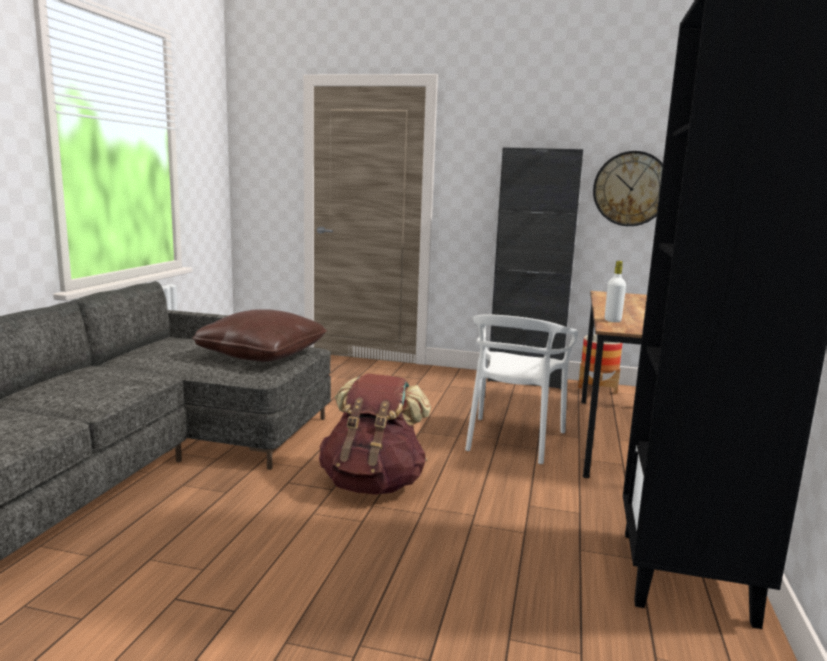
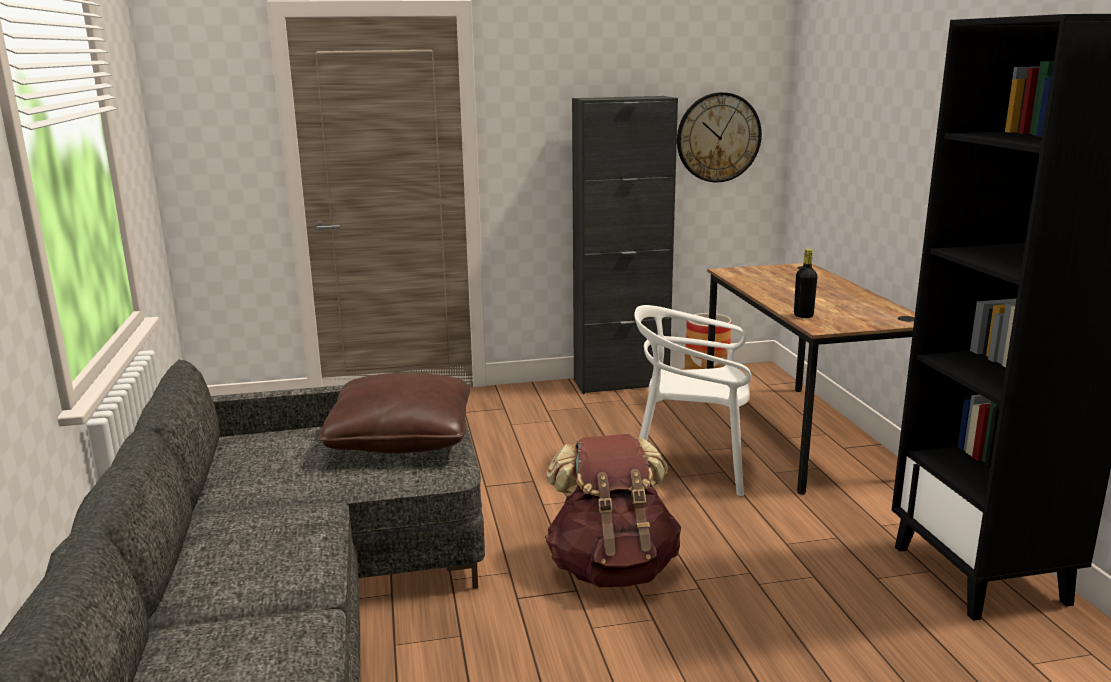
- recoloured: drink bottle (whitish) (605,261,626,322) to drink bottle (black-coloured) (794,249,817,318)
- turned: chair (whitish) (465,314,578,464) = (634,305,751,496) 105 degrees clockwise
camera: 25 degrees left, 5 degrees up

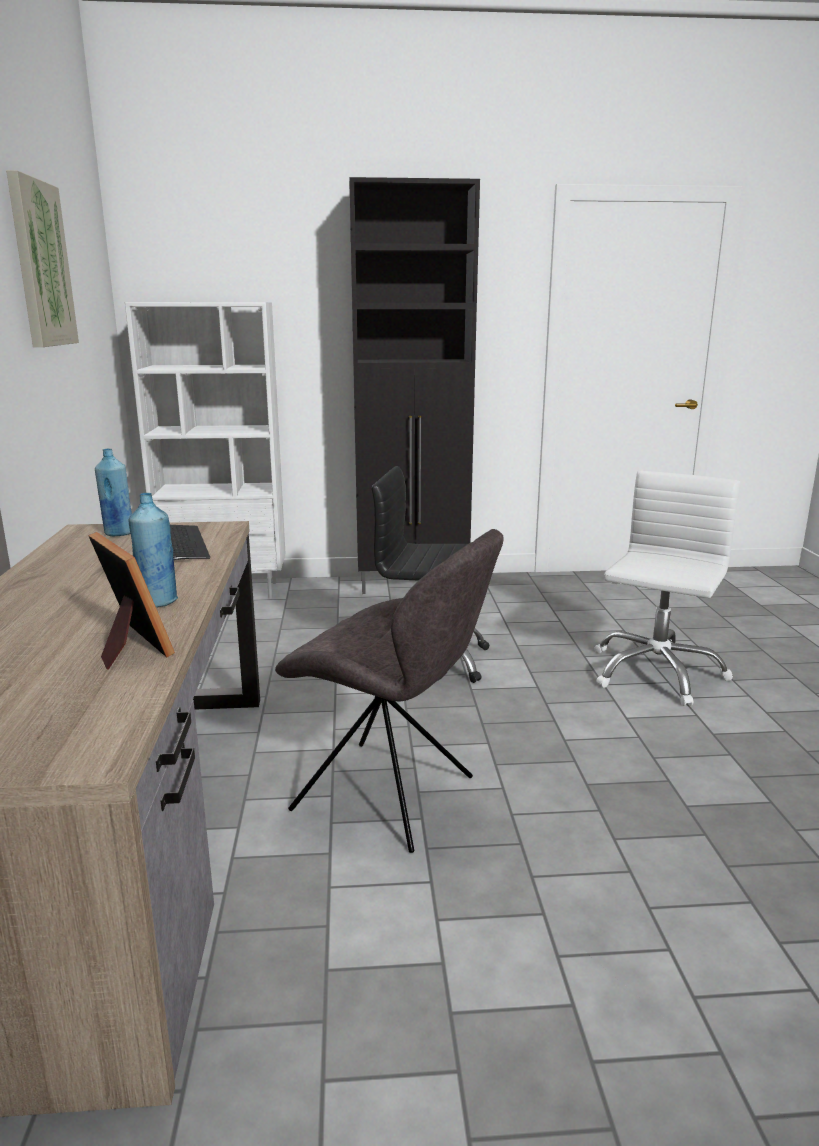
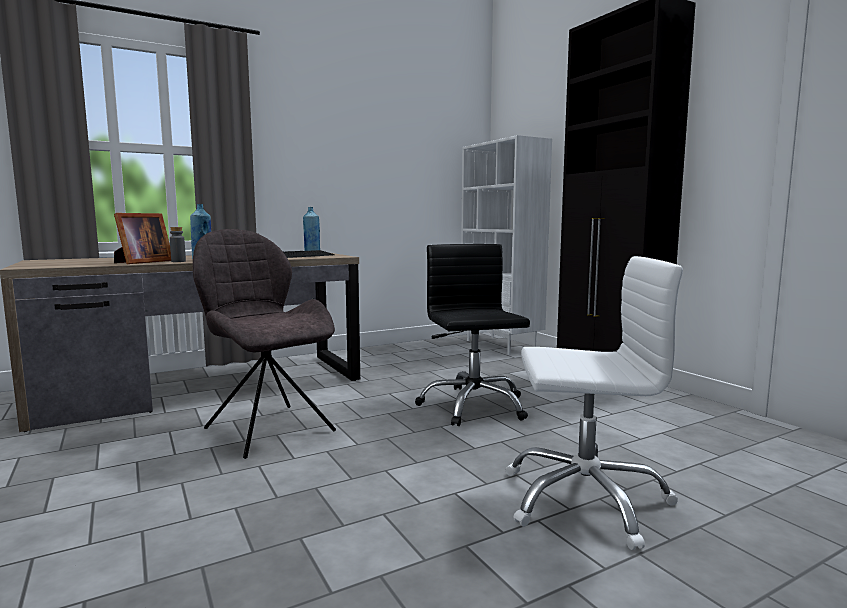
- removed: wall art (6,170,79,347)
- turned: chair (greyish) (275,529,504,853) = (193,229,336,459) 135 degrees clockwise
- added: drink bottle (greyish) (170,227,186,262)
camera: 65 degrees right, 10 degrees down

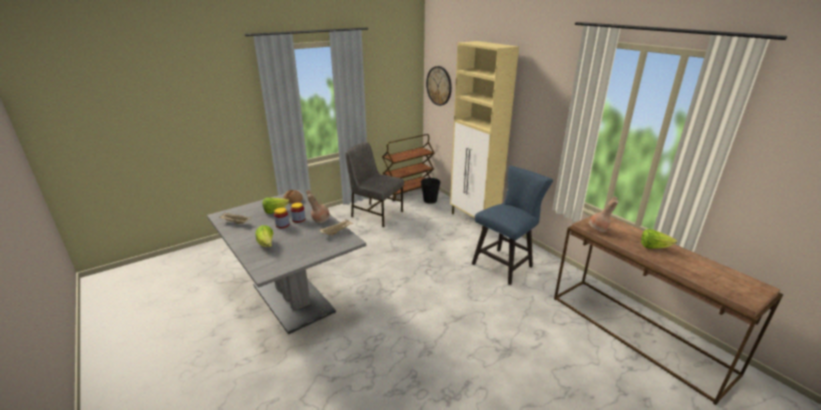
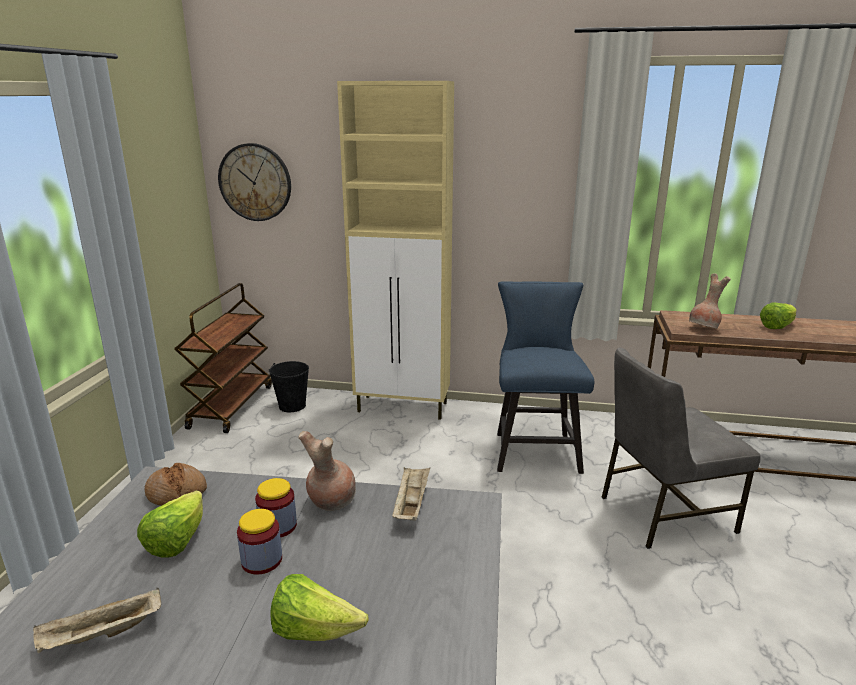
- moved: chair (greyish) (345,142,404,227) to (602,348,761,549)
camera: 45 degrees left, 5 degrees down

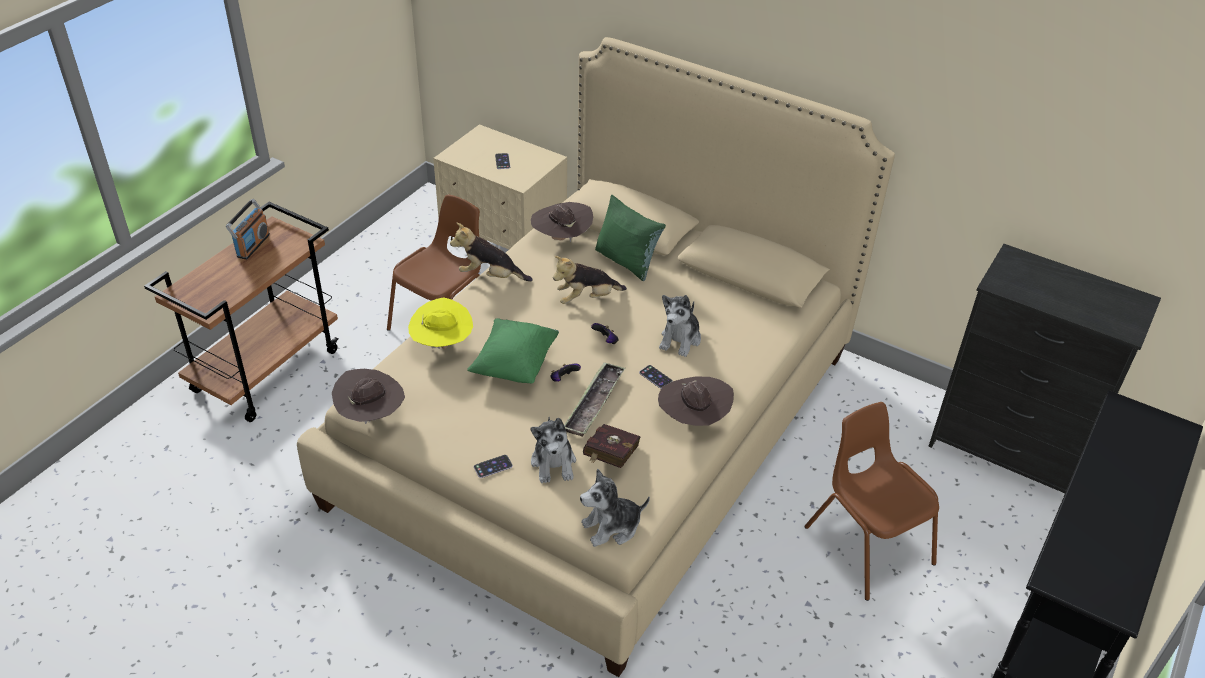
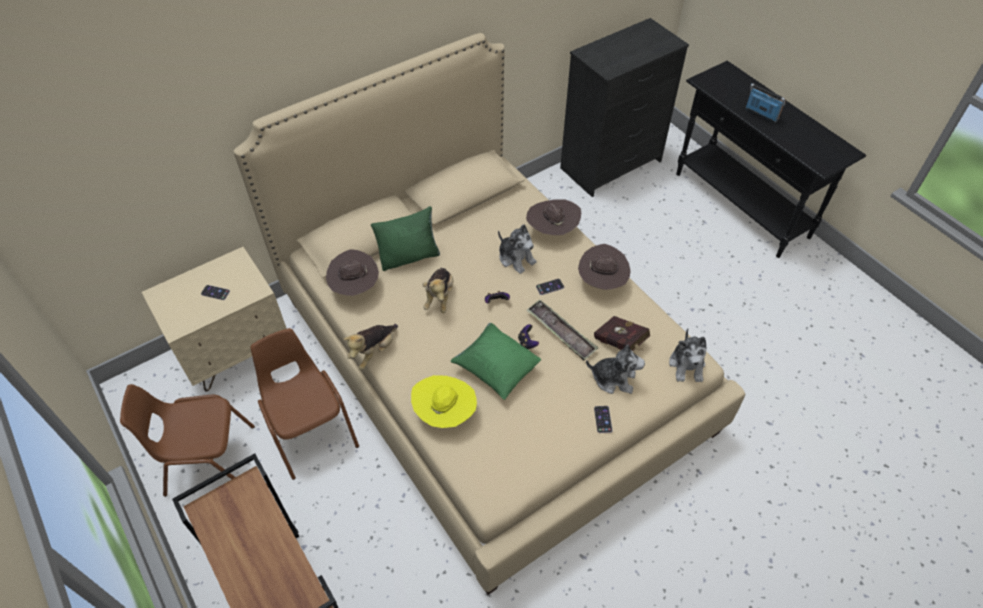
- moved: radio set (226,199,270,260) to (745,83,785,123)
- moved: clothing hat (brown) (332,369,405,424) to (526,199,581,235)
- moved: chair (brown) (805,402,939,601) to (120,384,255,497)
camera: 65 degrees left, 10 degrees up

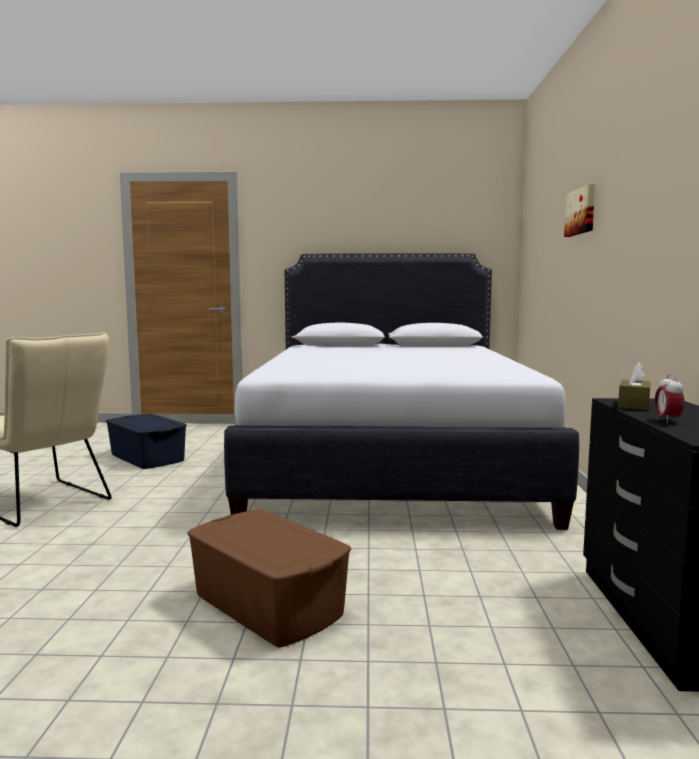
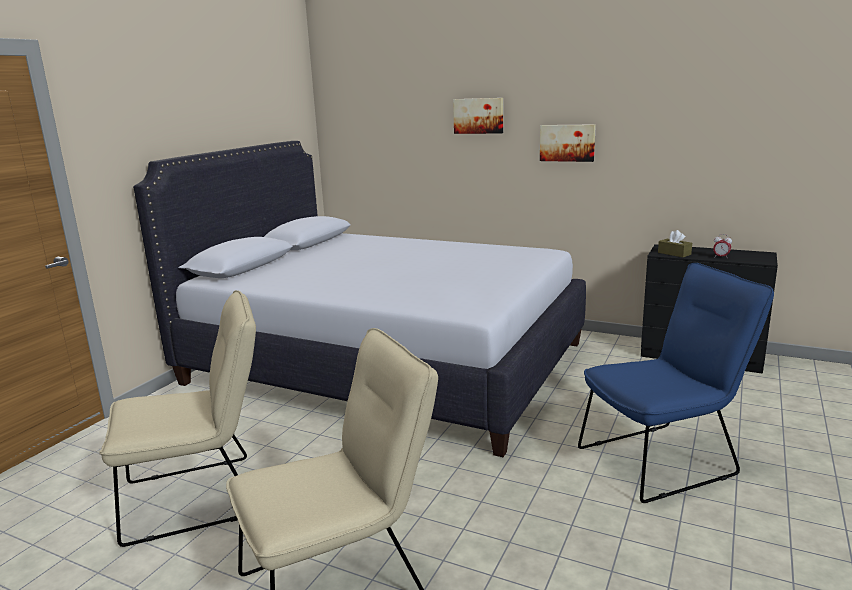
- replaced: storage container (blue-coloured) (106,414,187,469) to chair (sand-coloured) (99,290,256,547)
- replaced: storage container (brown) (187,509,351,647) to chair (blue-coloured) (578,263,774,503)
- added: wall art (540,124,596,162)
camera: 65 degrees left, 10 degrees up

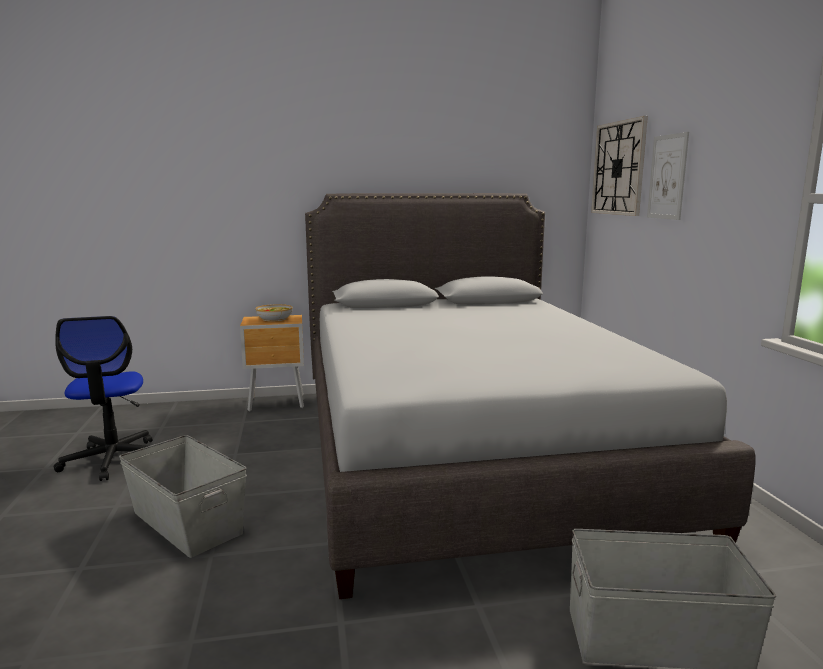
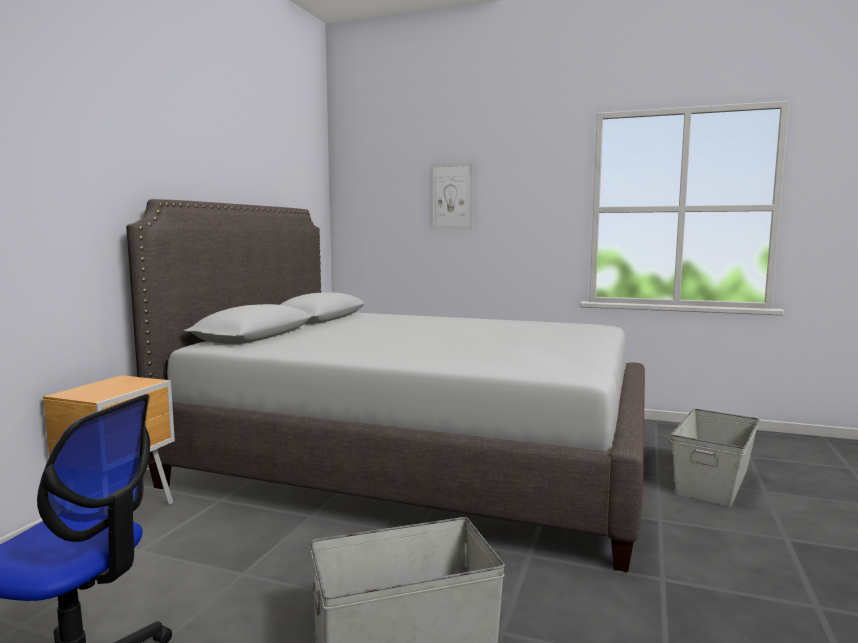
- removed: hanging clock (591,116,648,216)
- removed: deep dish (256,304,293,321)
camera: 60 degrees left, 5 degrees down

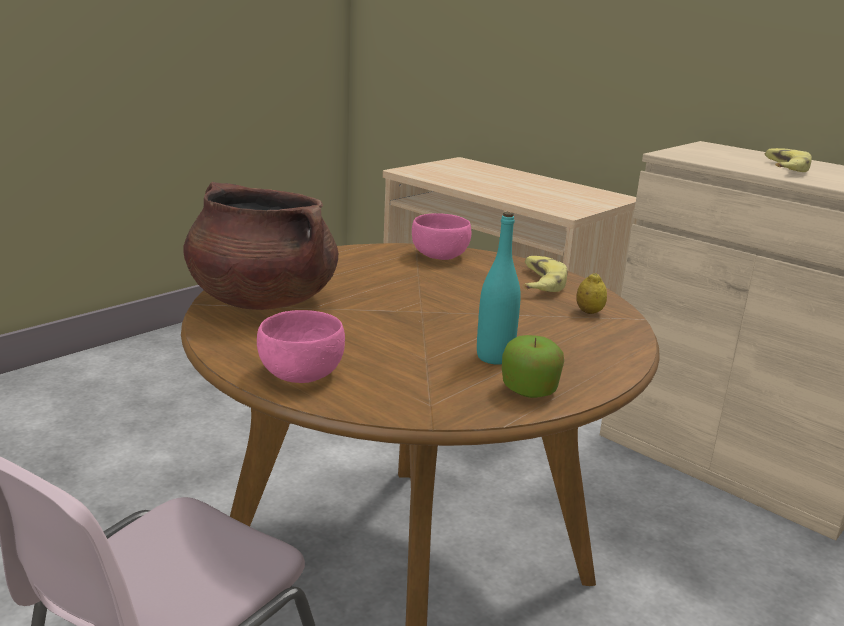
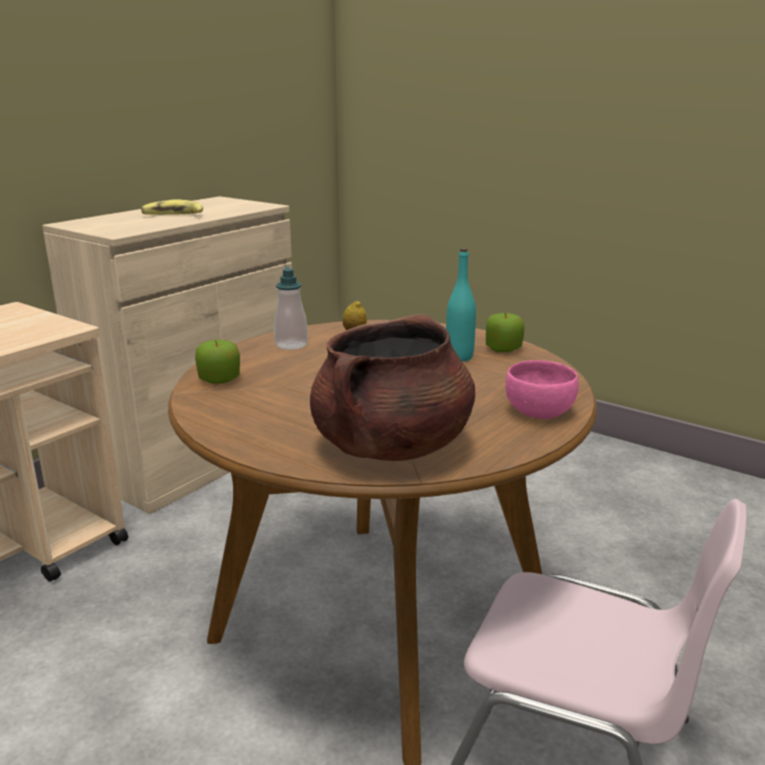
- replaced: deep dish (pink-coloured) (412,213,472,260) to whole apple (195,340,240,384)
- replaced: banana fruit (523,256,568,292) to liquid soap bottle (274,266,308,350)
camera: 95 degrees left, 0 degrees up

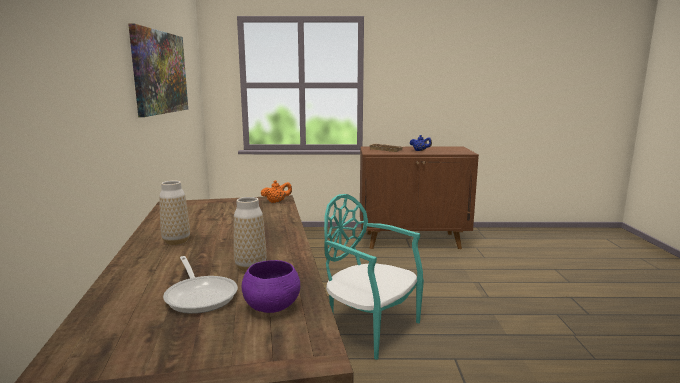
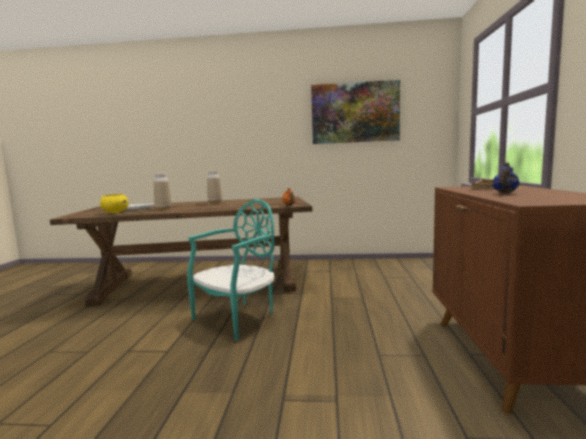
- recoloured: deep dish (purple) (242,260,300,313) to deep dish (yellow) (100,194,129,213)
camera: 95 degrees right, 5 degrees down

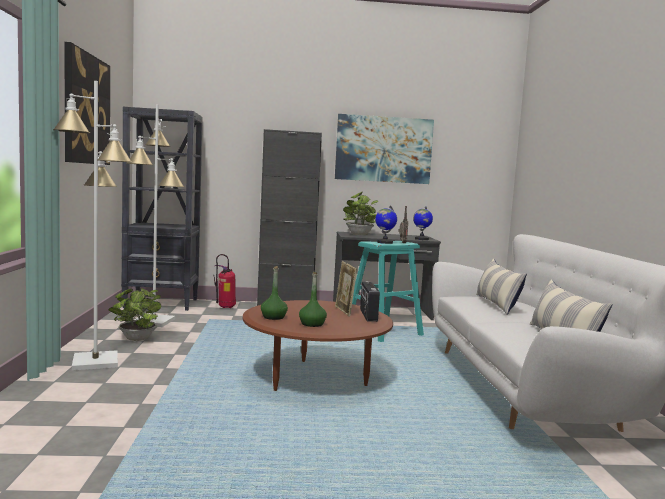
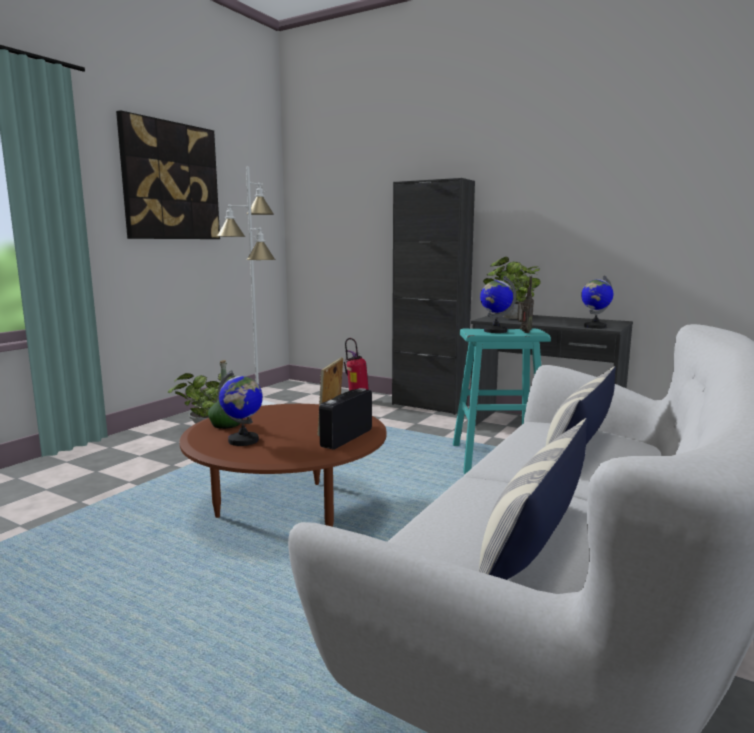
- removed: floor lamp (whitish) (53,81,132,371)
- removed: bookshelf (black-coloured) (121,107,203,311)
- removed: wall art (335,114,434,184)
- replaced: drink bottle (greenish) (299,272,327,327) to desk globe (218,370,263,446)
camera: 35 degrees right, 5 degrees up

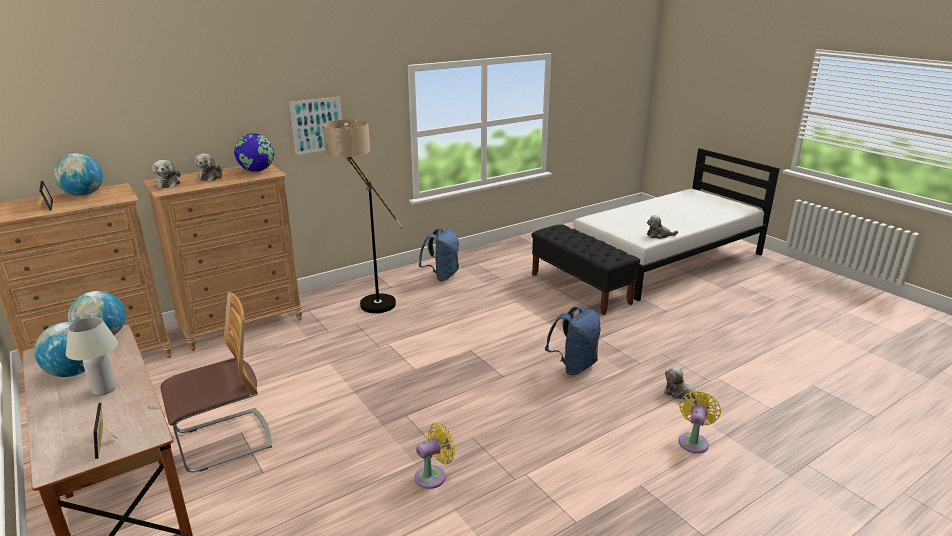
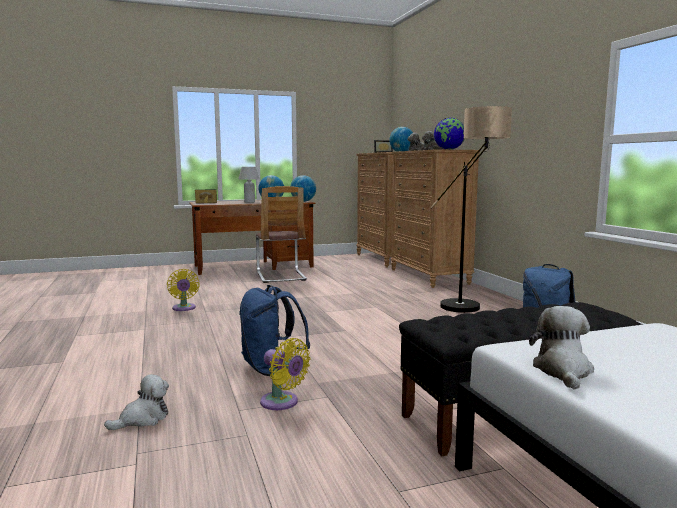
- removed: wall art (289,97,342,155)
- moved: fan (yellow) (678,391,721,453) to (260,338,310,410)
camera: 105 degrees right, 15 degrees down

